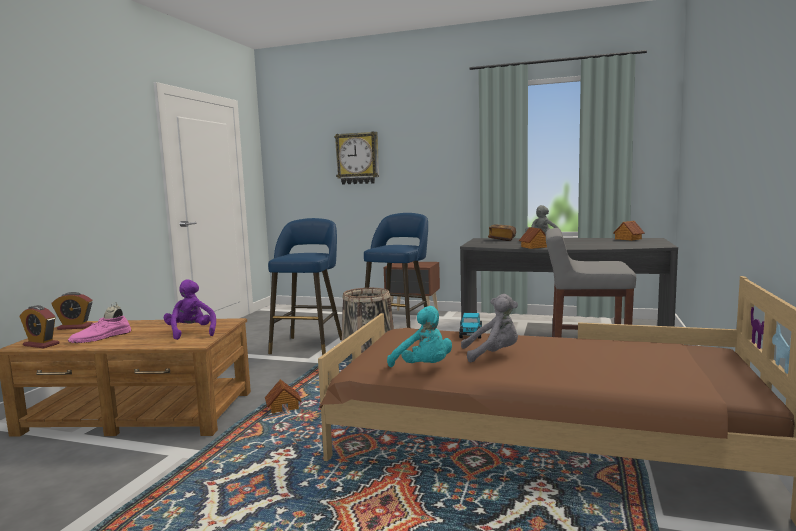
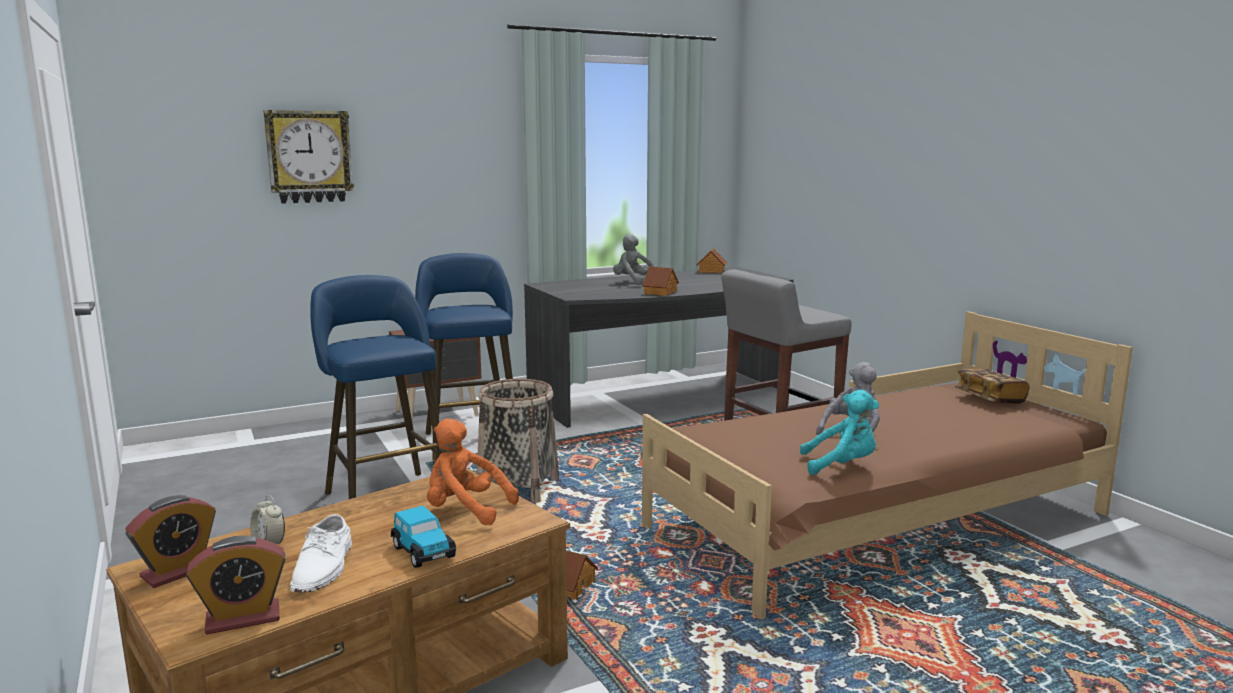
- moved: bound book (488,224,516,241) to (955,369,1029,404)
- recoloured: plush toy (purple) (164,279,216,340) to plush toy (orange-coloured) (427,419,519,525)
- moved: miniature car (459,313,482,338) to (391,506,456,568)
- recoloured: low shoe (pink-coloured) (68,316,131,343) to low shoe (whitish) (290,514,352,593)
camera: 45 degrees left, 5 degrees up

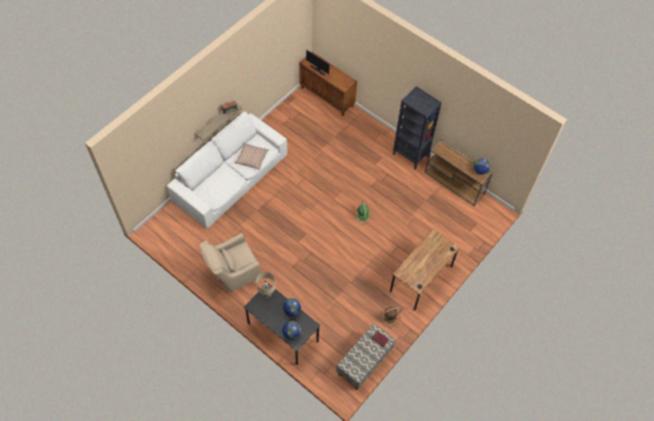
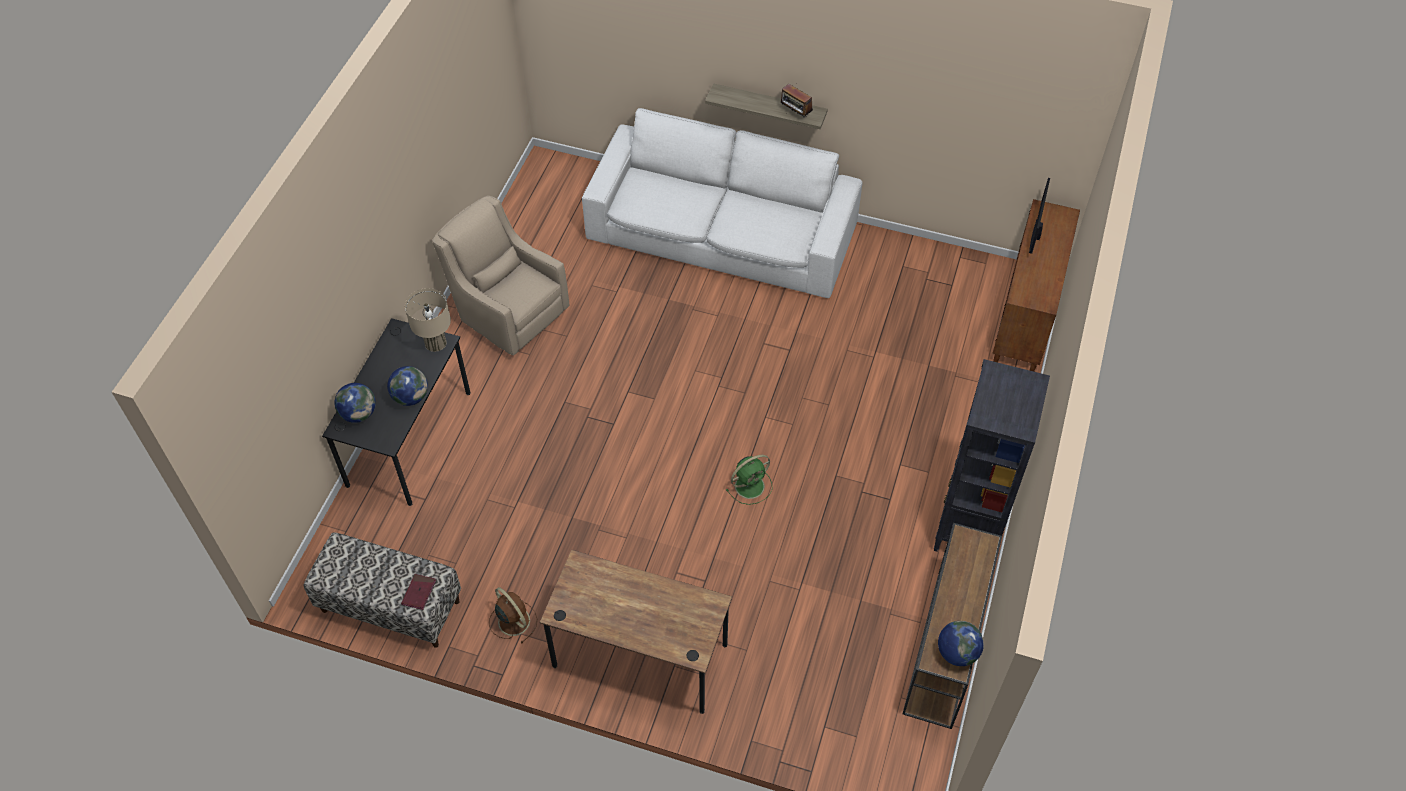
- removed: pillow (234,143,269,170)
camera: 70 degrees right, 5 degrees down

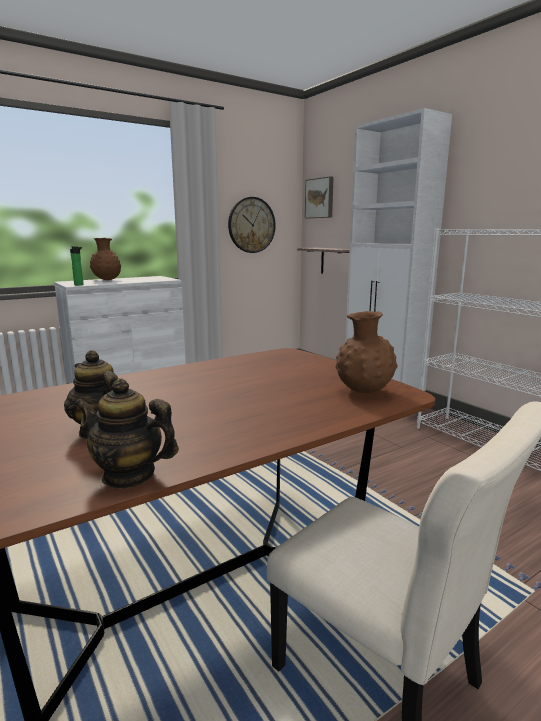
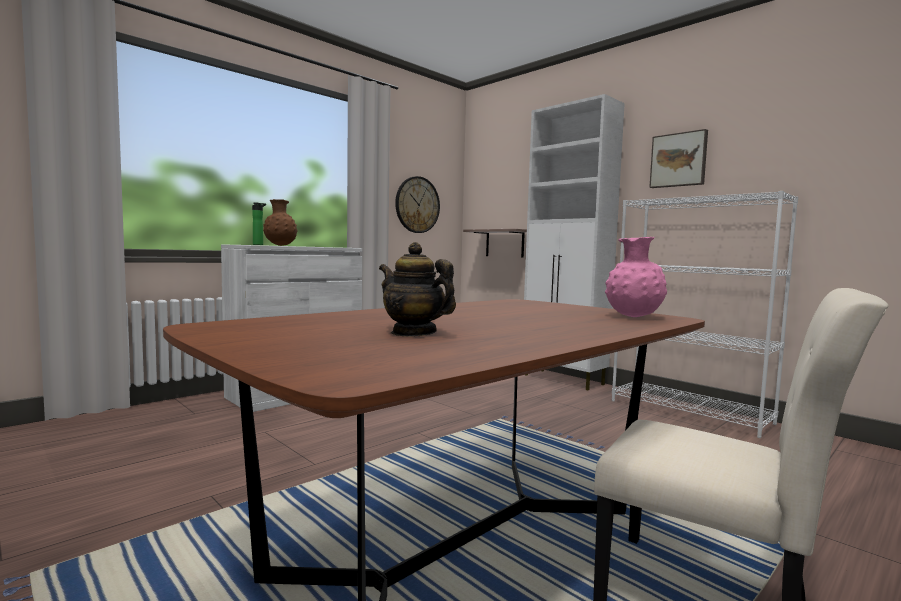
- moved: wall art (305,176,334,218) to (649,129,708,188)
- recoloured: flower vase (brown) (336,311,398,393) to flower vase (pink-coloured) (605,237,667,317)
- removed: teapot (74,378,179,489)
camera: 10 degrees left, 10 degrees down

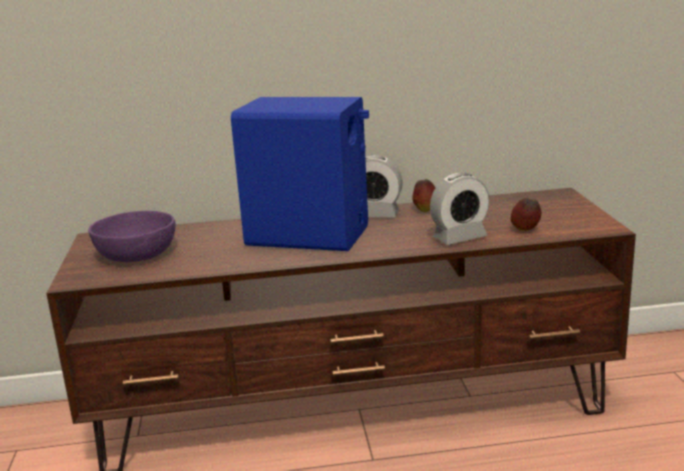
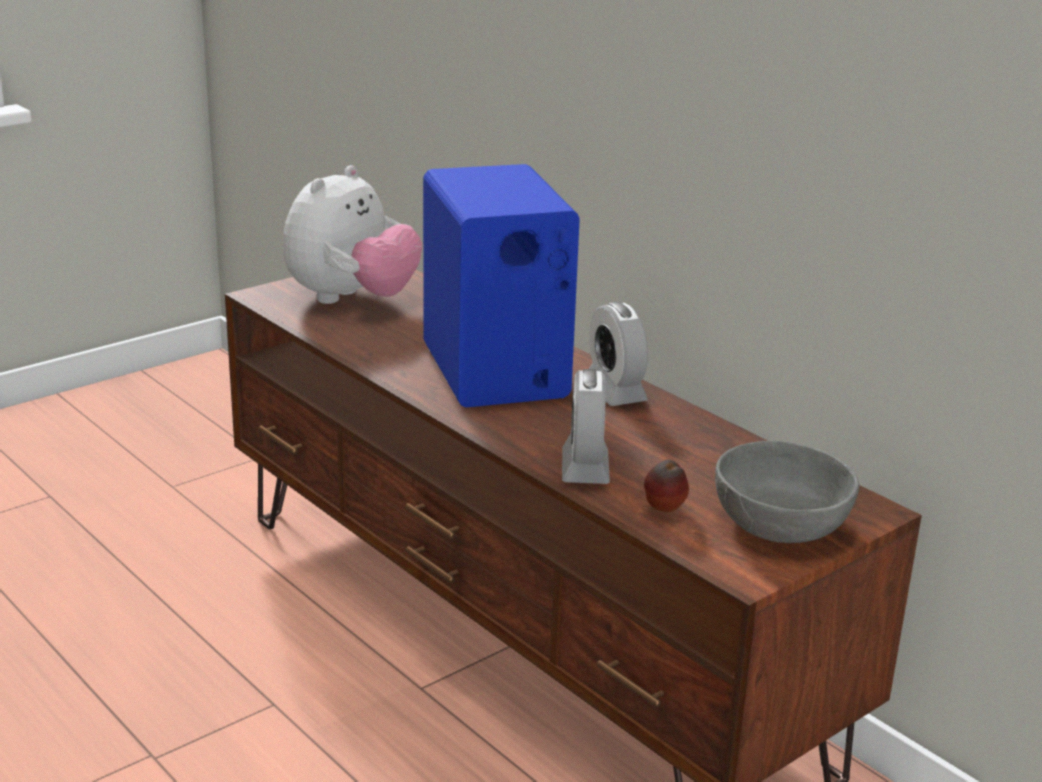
- turned: table clock (430,173,489,245) = (562,369,610,484) 60 degrees clockwise
- removed: whole apple (412,179,435,212)
- replaced: deep dish (purple) (88,211,176,262) to plush toy (283,165,422,304)
- added: deep dish (greyish) (715,441,859,543)
camera: 55 degrees right, 5 degrees up

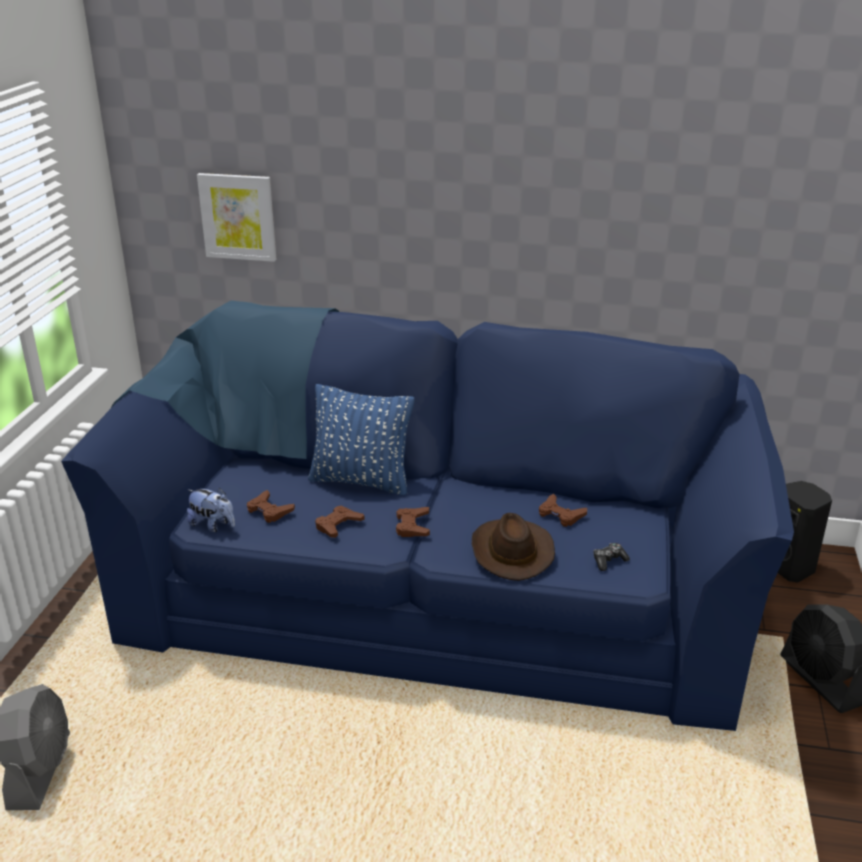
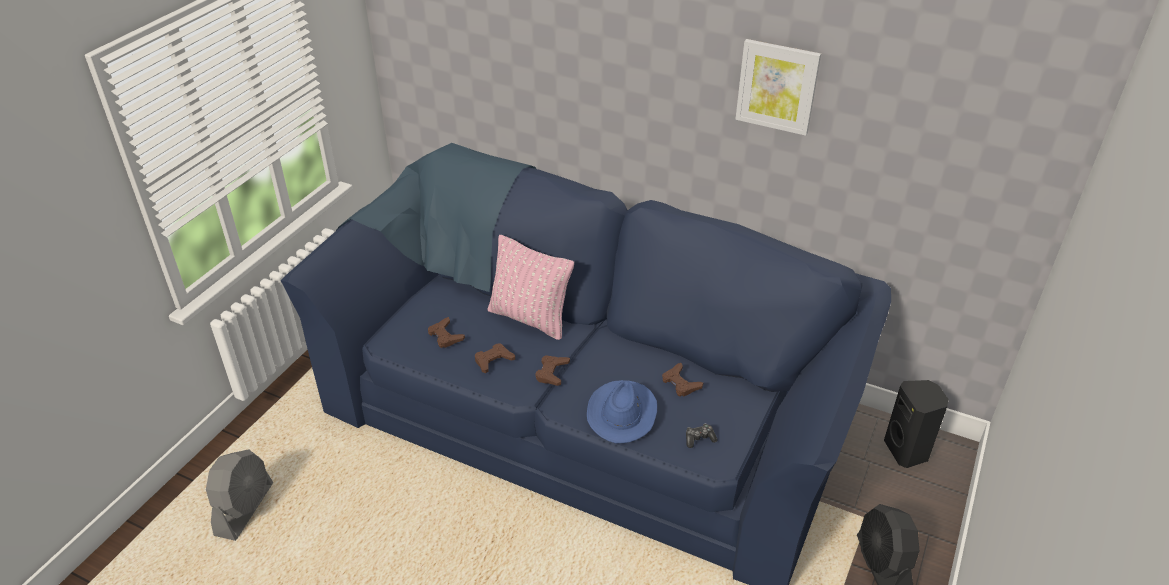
- moved: wall art (197,173,277,262) to (736,39,821,136)
- recoloured: pillow (blue-coloured) (308,384,414,495) to pillow (pink-coloured) (488,235,574,340)
- removed: plush toy (187,487,235,532)
- recoloured: clothing hat (brown) (472,513,555,581) to clothing hat (blue-coloured) (587,380,657,443)
camera: 15 degrees right, 10 degrees up

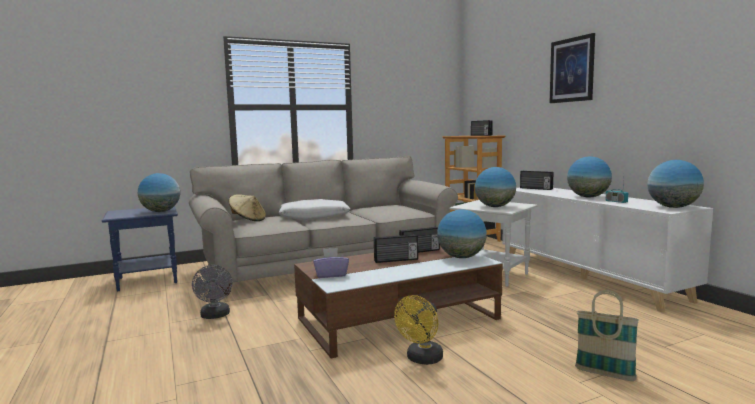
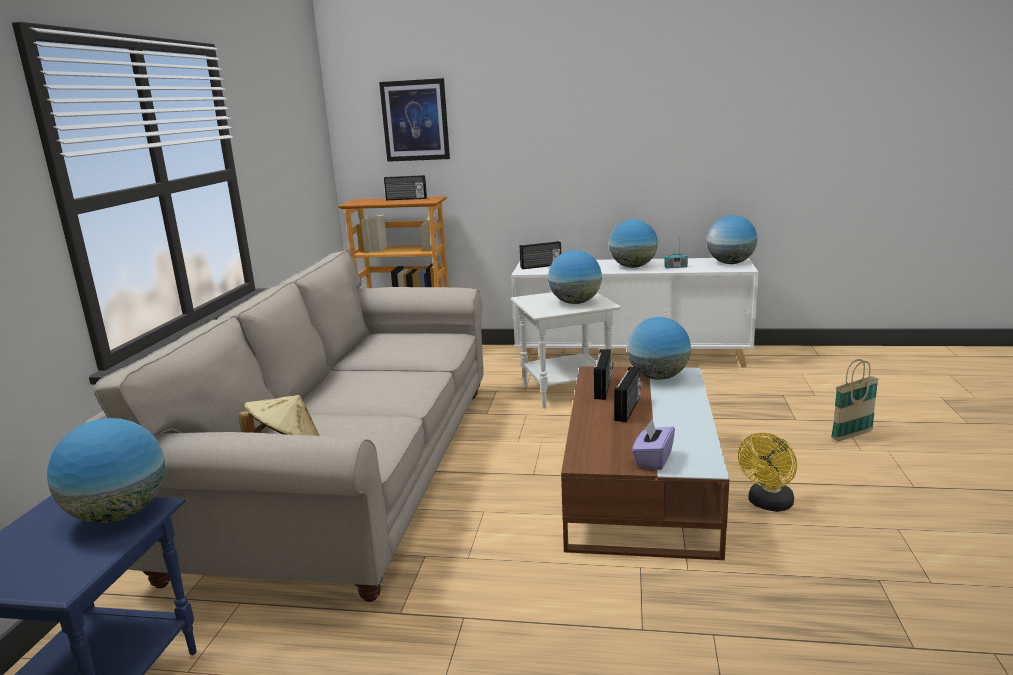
- moved: wall art (550,33,595,103) to (379,78,450,162)
- removed: pillow (whitish) (278,199,350,220)
- removed: fan (greyish) (192,265,232,319)
- turned: fan (yellow) (394,295,443,365) = (738,433,797,512) 60 degrees clockwise
camera: 55 degrees left, 10 degrees up

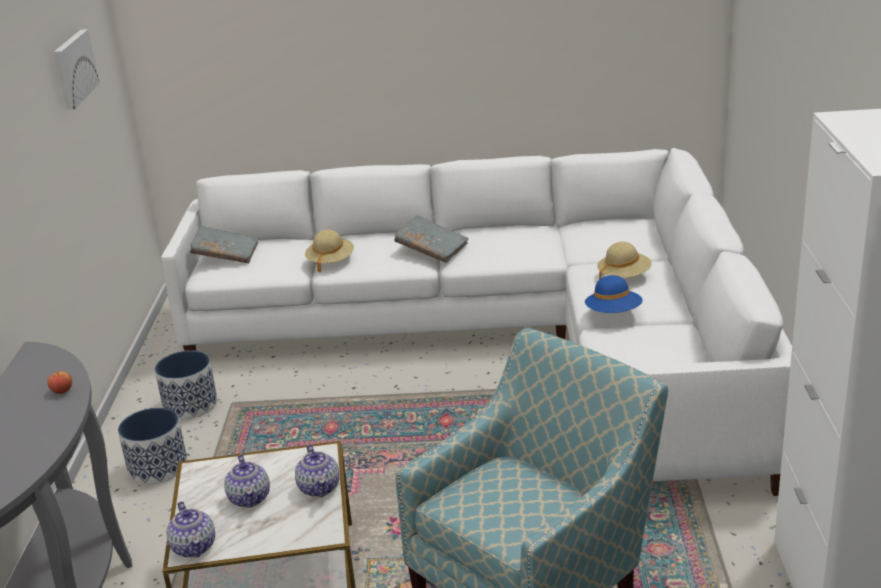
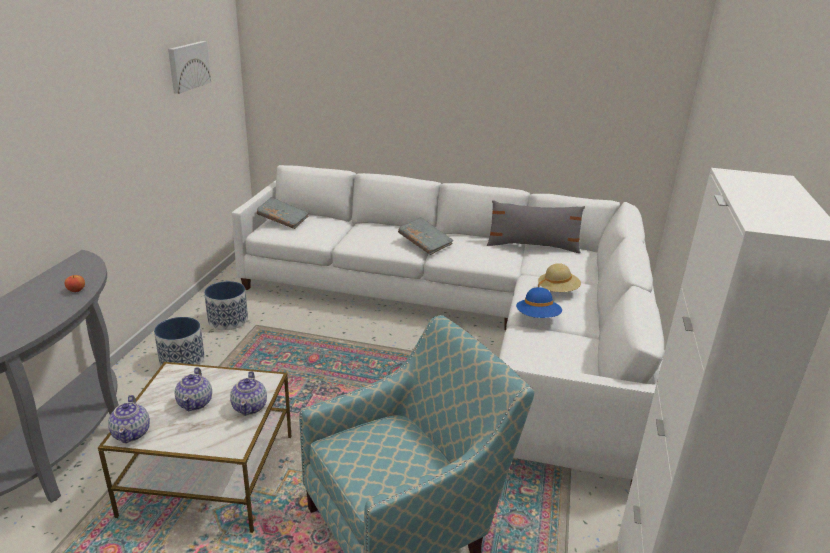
- removed: clothing hat (sand-coloured) (305,230,354,273)
- added: pillow (greyish) (487,200,585,253)
camera: 10 degrees right, 0 degrees up

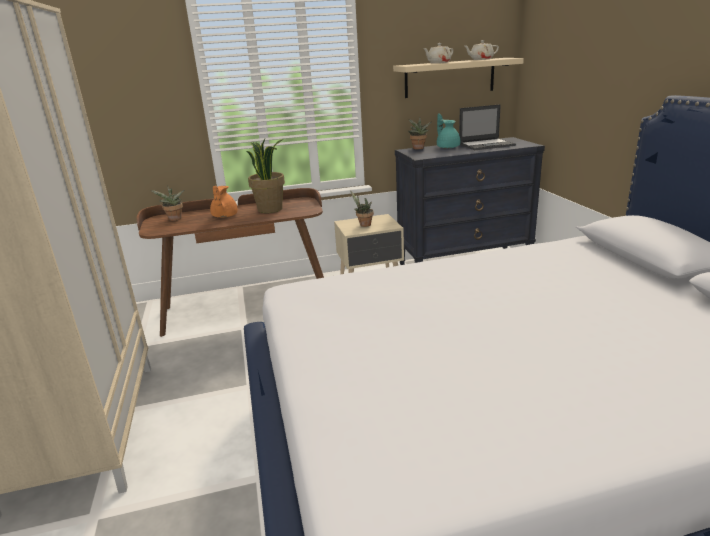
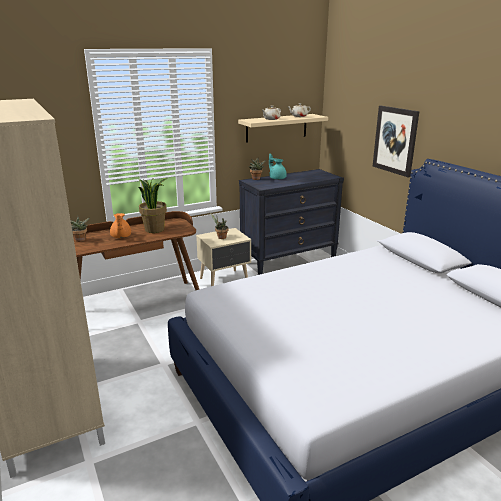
- removed: laptop (459,104,516,150)
- added: wall art (373,106,419,177)
camera: 15 degrees left, 0 degrees up

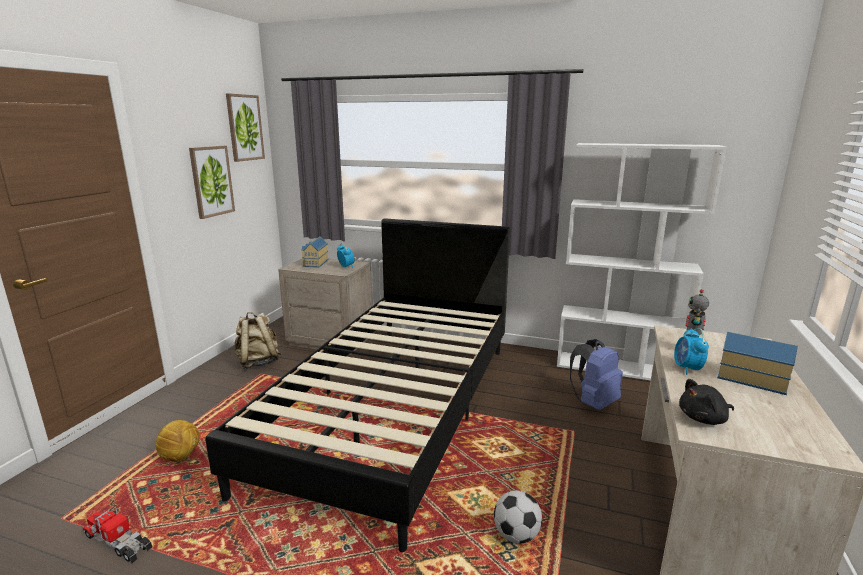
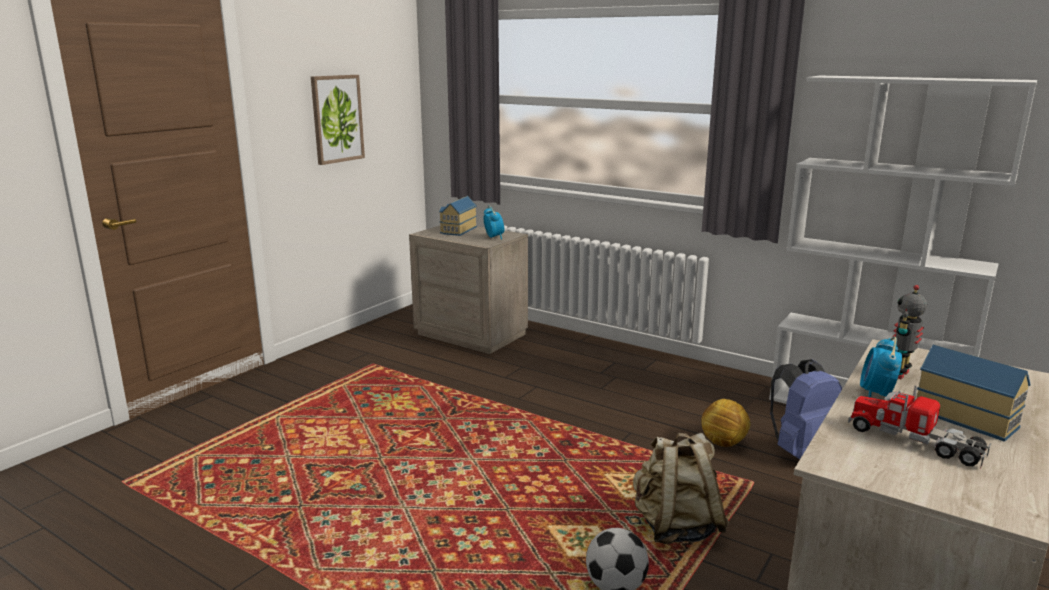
- removed: wall art (226,93,265,162)
- removed: sleeping bed (black-coloured) (205,218,510,552)
- moved: knapsack (sand-coloured) (234,312,282,369) to (633,433,729,544)
- removed: plush toy (black-coloured) (679,379,734,425)
- moved: football ball (156,420,200,462) to (701,399,751,447)
- moved: toy truck (82,507,152,564) to (848,385,991,468)
camera: 15 degrees right, 0 degrees up

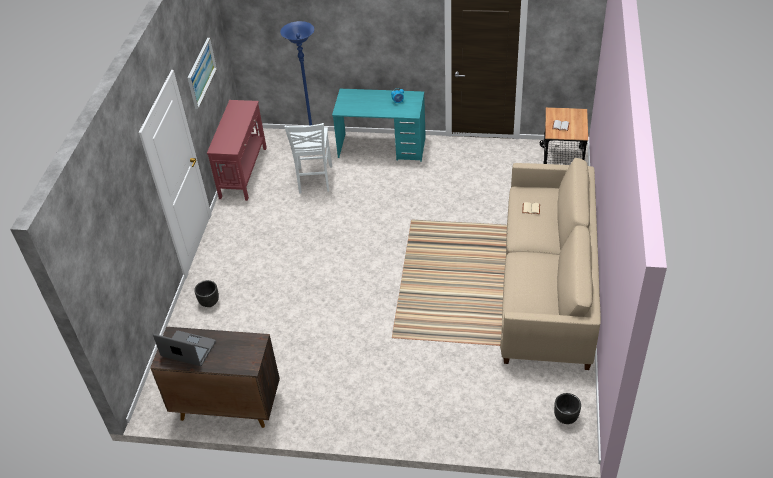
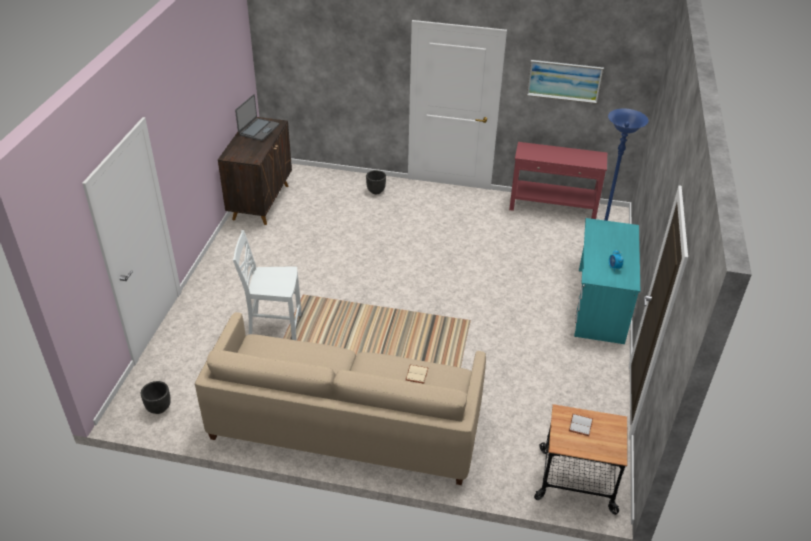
- moved: chair (whitish) (285,123,332,194) to (233,230,302,340)
camera: 90 degrees right, 5 degrees down

